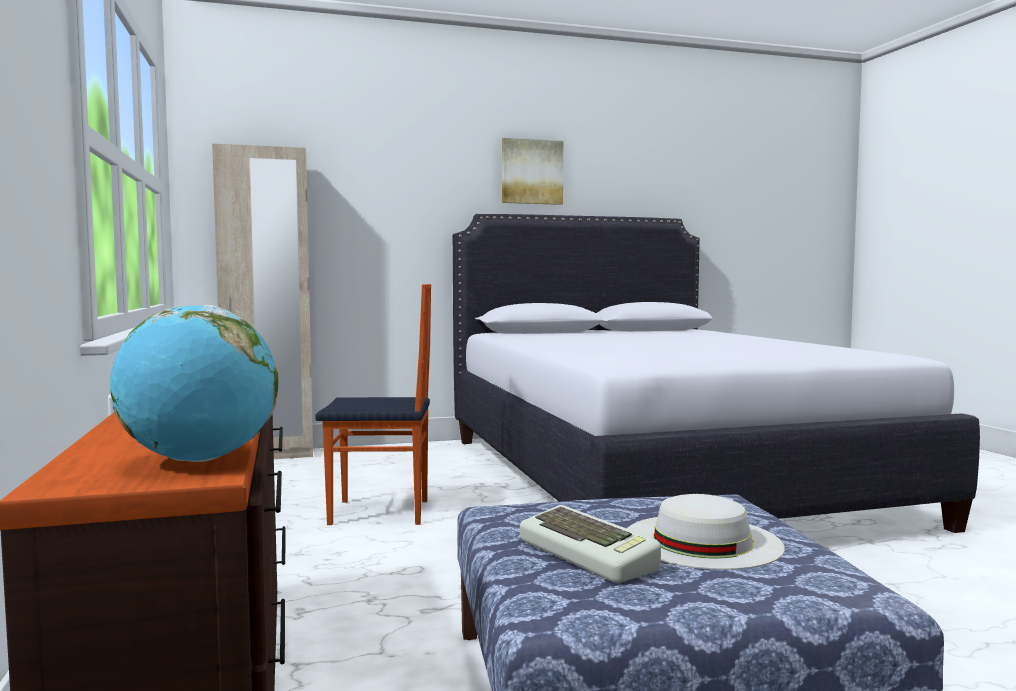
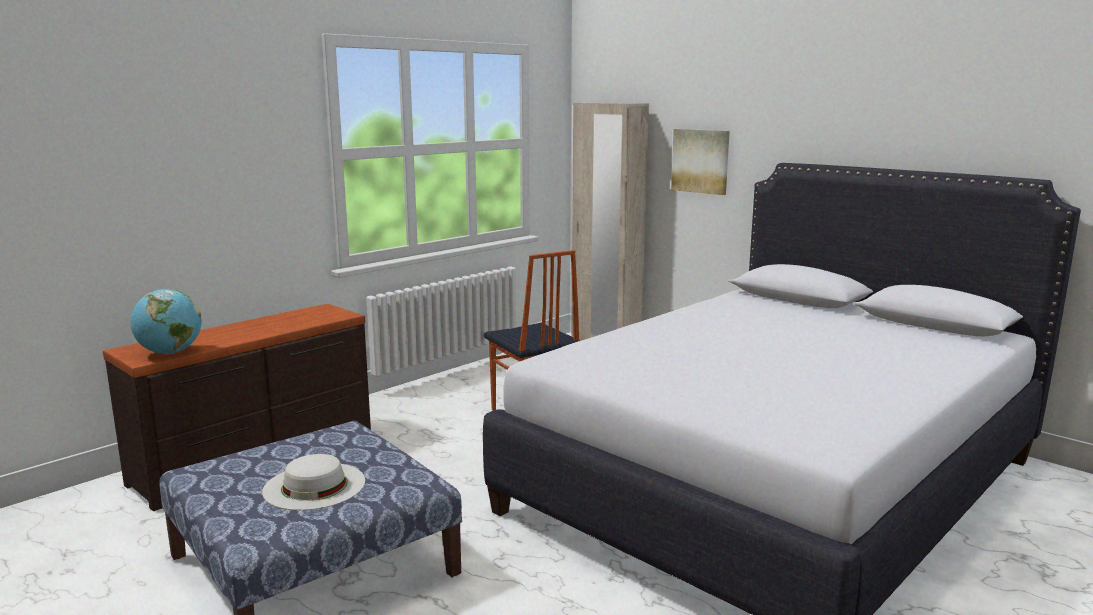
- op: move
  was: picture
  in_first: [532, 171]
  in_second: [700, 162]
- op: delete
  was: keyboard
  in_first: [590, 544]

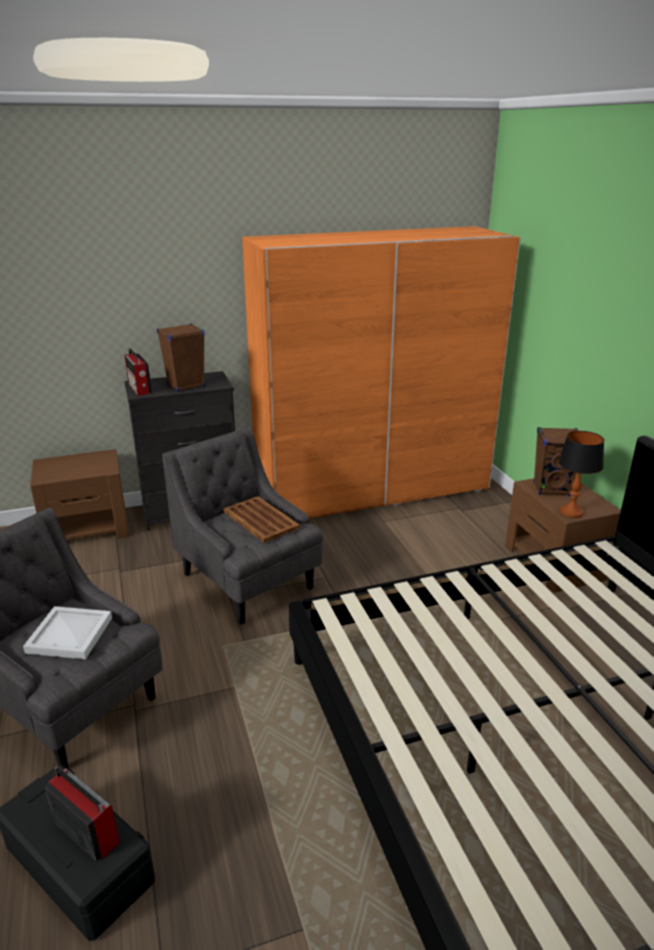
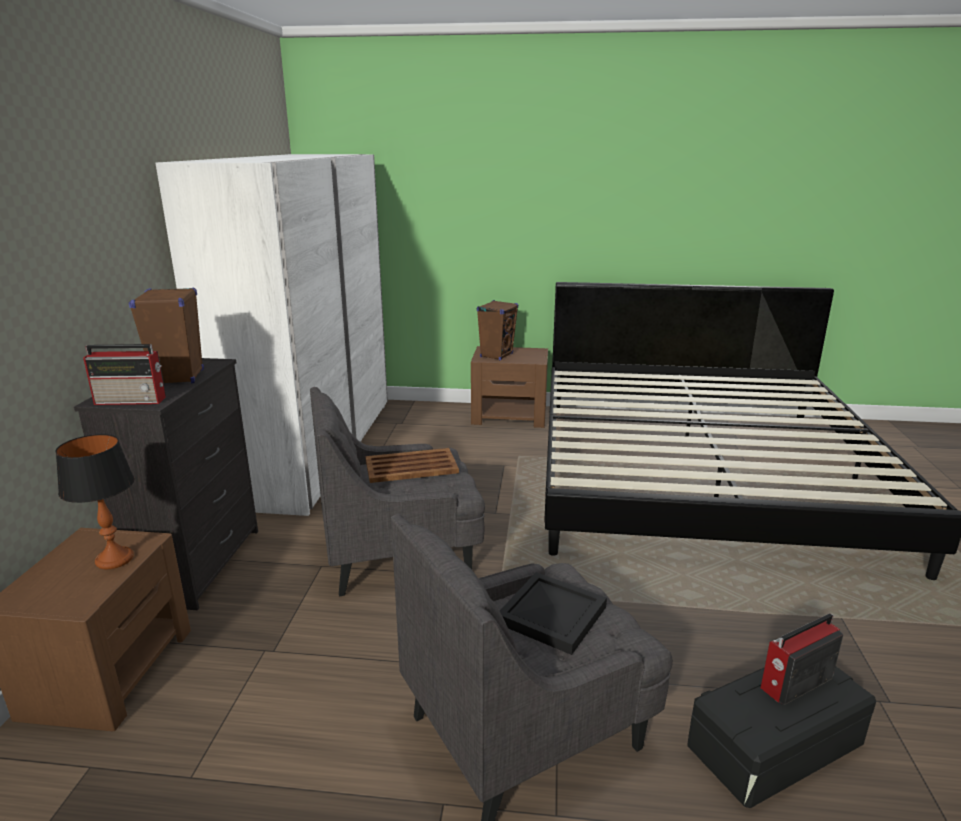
- op: move
  was: table lamp
  in_first: [581, 474]
  in_second: [94, 501]
- op: recolor
  was: wardrobe (orange)
  now: wardrobe (white)
  in_first: [381, 372]
  in_second: [272, 335]
- op: recolor
  was: tray (white)
  now: tray (black)
  in_first: [67, 632]
  in_second: [553, 613]

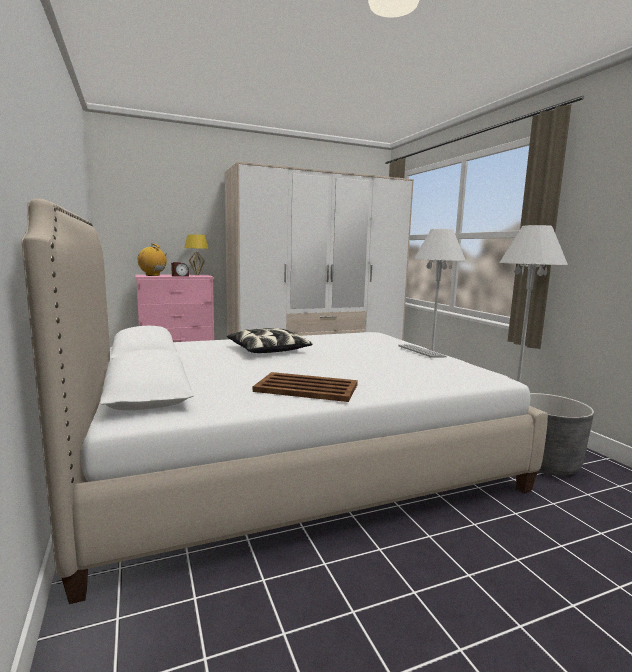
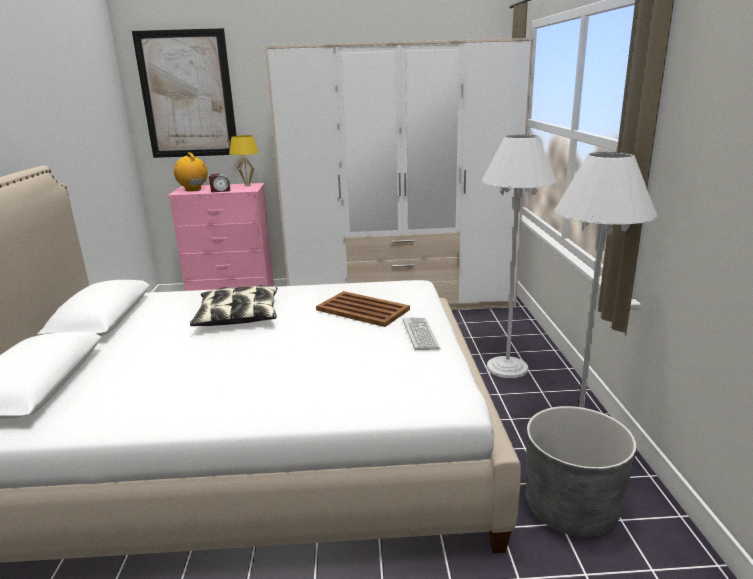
- op: insert
  now: picture
  in_second: [184, 93]
- op: move
  was: tray (brown)
  in_first: [305, 387]
  in_second: [363, 309]

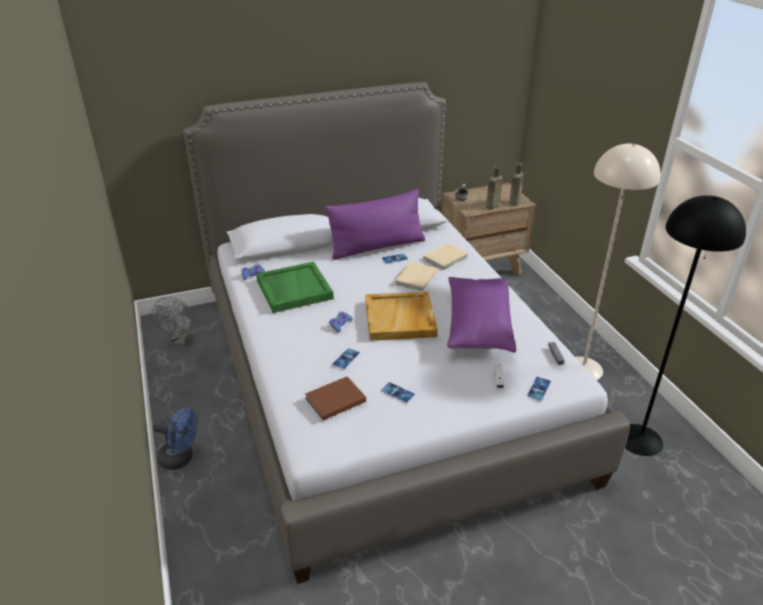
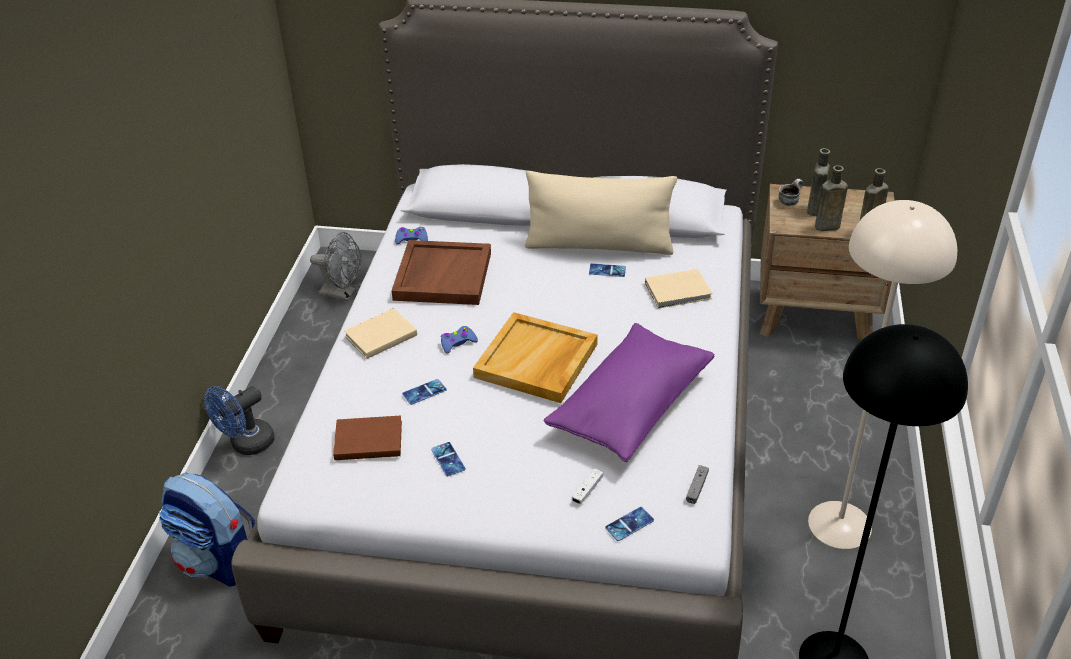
- op: insert
  now: backpack
  in_second: [207, 530]
- op: rotate
  was: fan (blue)
  in_first: [175, 439]
  in_second: [239, 420]
  clockwise: 90
- op: rotate
  was: fan (grey)
  in_first: [173, 320]
  in_second: [335, 266]
  clockwise: -105
- op: move
  was: book (beige)
  in_first: [416, 276]
  in_second: [380, 333]
- op: recolor
  was: tray (green)
  now: tray (brown)
  in_first: [295, 287]
  in_second: [441, 272]
- op: recolor
  was: pillow (purple)
  now: pillow (beige)
  in_first: [375, 224]
  in_second: [601, 213]
- op: insert
  now: bottle (brown)
  in_second: [818, 182]

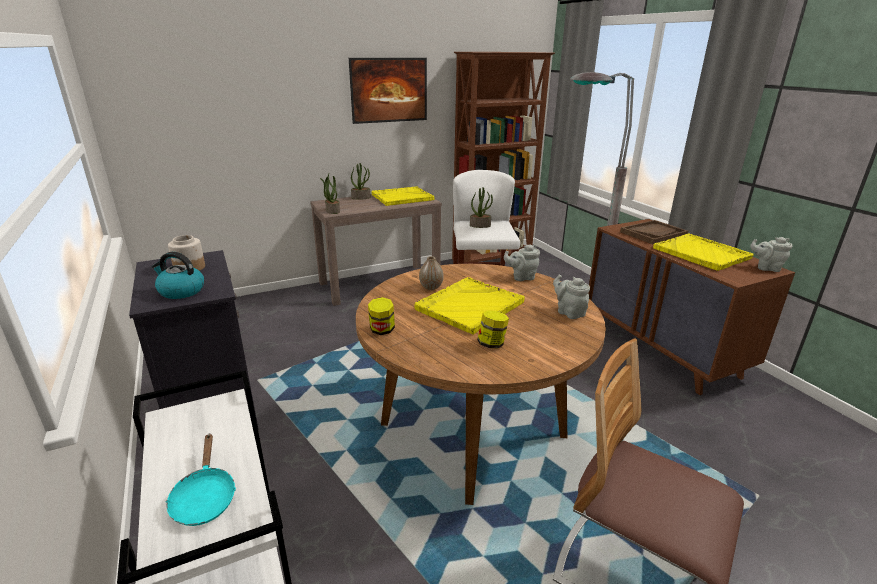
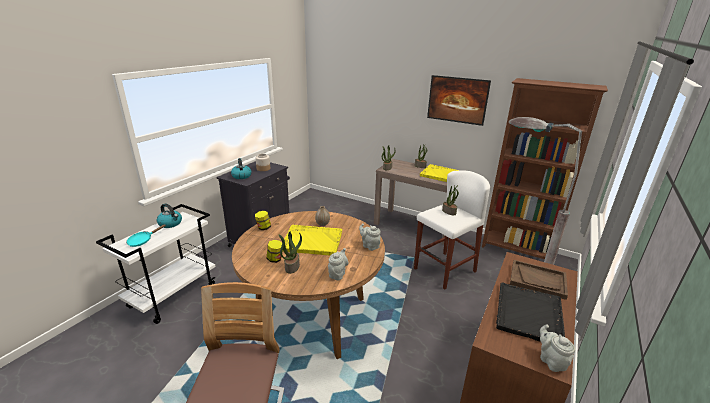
- op: insert
  now: kettle
  in_second: [169, 215]
- op: insert
  now: potted plant
  in_second: [290, 253]
- op: recolor
  was: tray (yellow)
  now: tray (black)
  in_first: [703, 252]
  in_second: [530, 312]

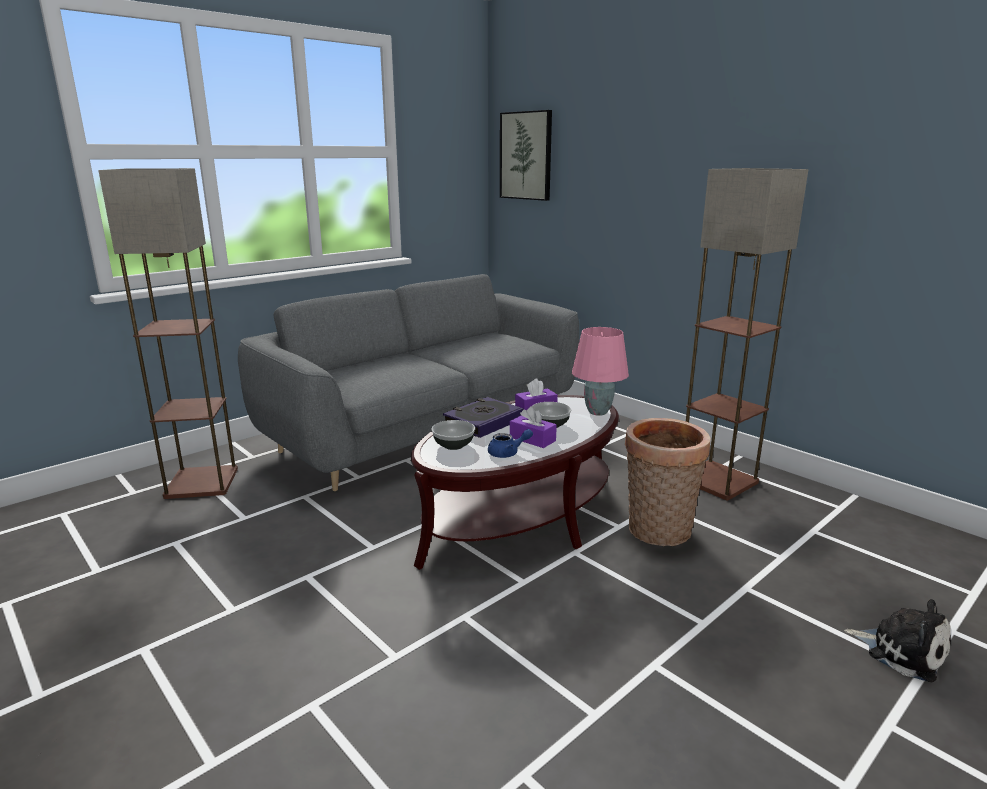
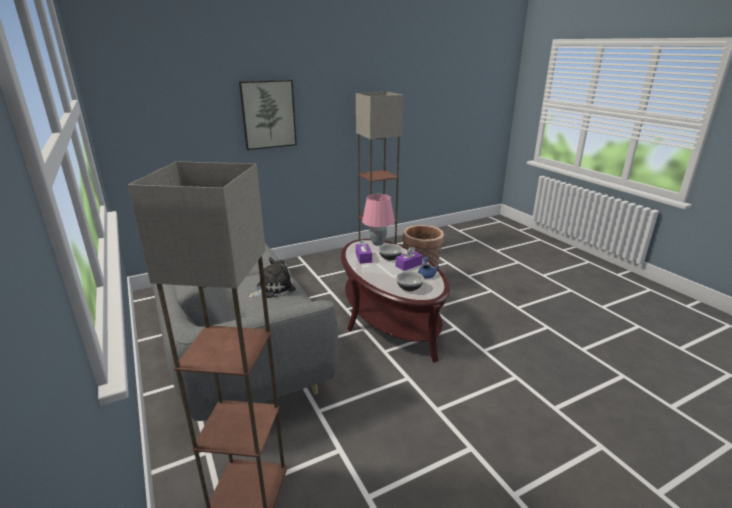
- op: move
  was: picture
  in_first: [526, 155]
  in_second: [268, 115]
- op: move
  was: plush toy
  in_first: [897, 640]
  in_second: [271, 277]
- op: delete
  was: book
  in_first: [483, 417]

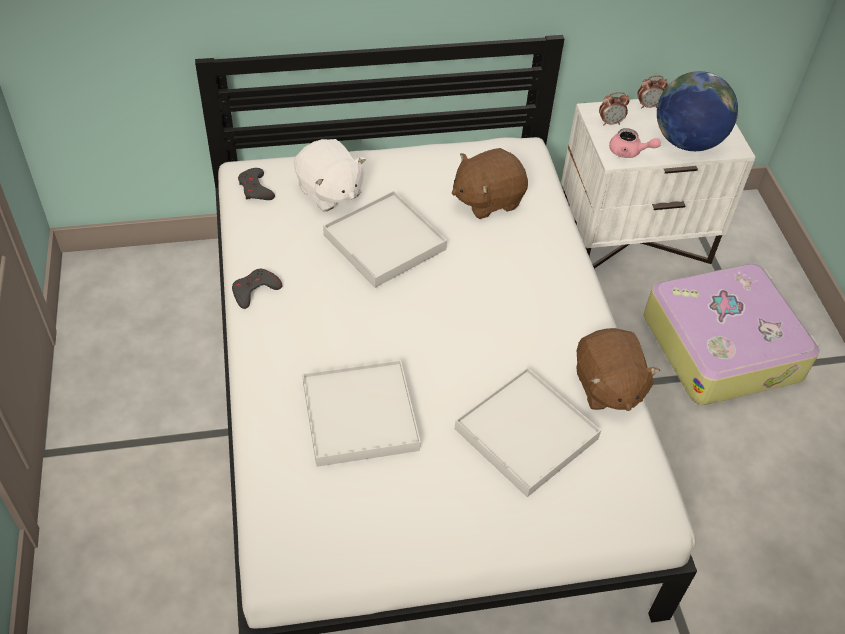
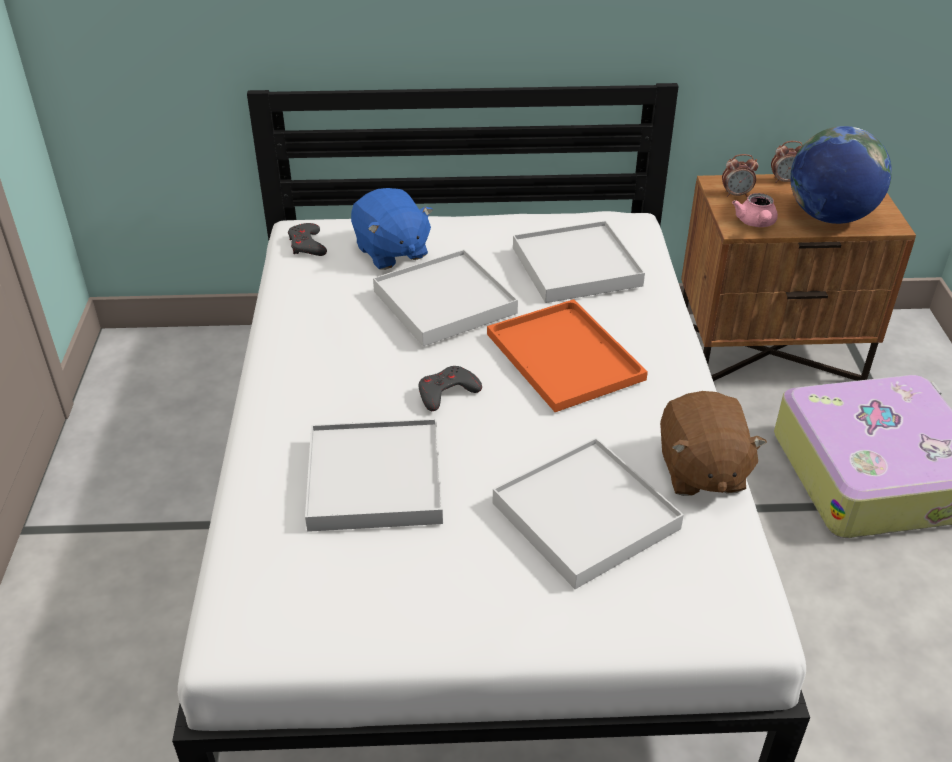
- op: recolor
  was: plush toy (white)
  now: plush toy (blue)
  in_first: [330, 175]
  in_second: [392, 229]
- op: move
  was: game controller (grey)
  in_first: [257, 289]
  in_second: [450, 388]
- op: insert
  now: tray (orange)
  in_second: [567, 355]
- op: replace
  was: plush toy (brown)
  now: tray (white)
  in_first: [490, 183]
  in_second: [579, 262]
- op: recolor
  was: nightstand (white)
  now: nightstand (brown)
  in_first: [658, 183]
  in_second: [798, 277]
- op: rotate
  was: teapot (pink)
  in_first: [635, 143]
  in_second: [755, 210]
  clockwise: 60

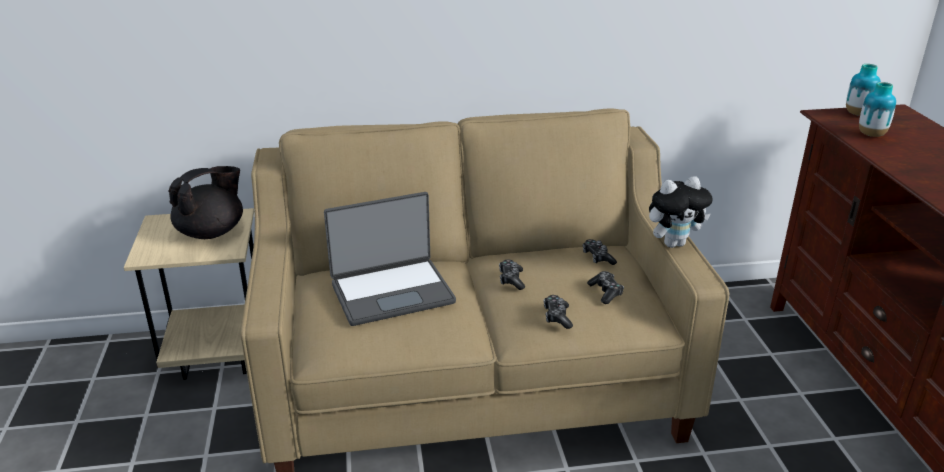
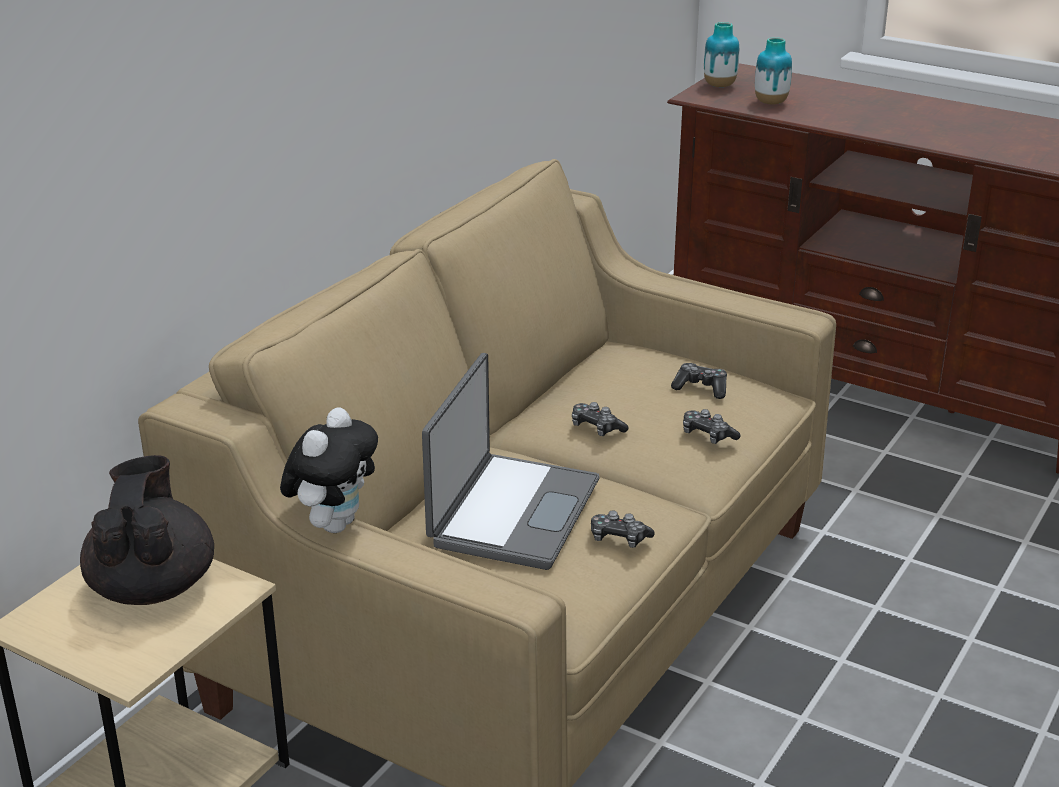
- op: move
  was: plush toy
  in_first: [680, 212]
  in_second: [329, 470]
- op: move
  was: game controller
  in_first: [600, 252]
  in_second: [623, 529]

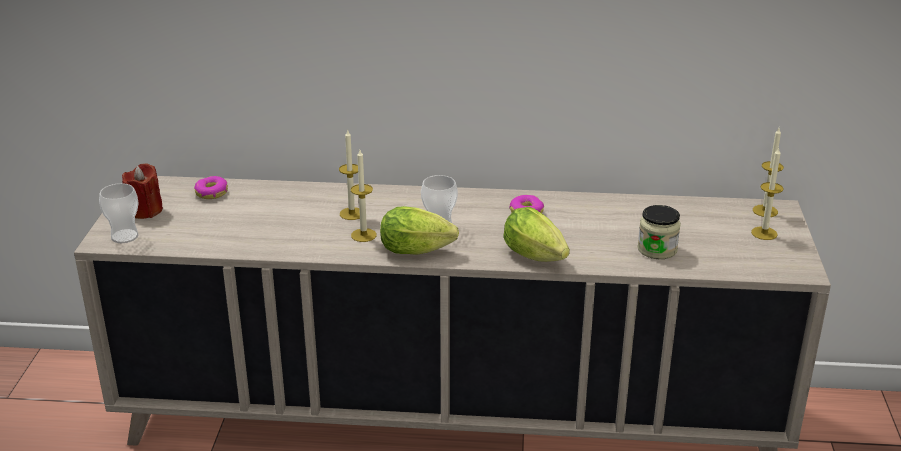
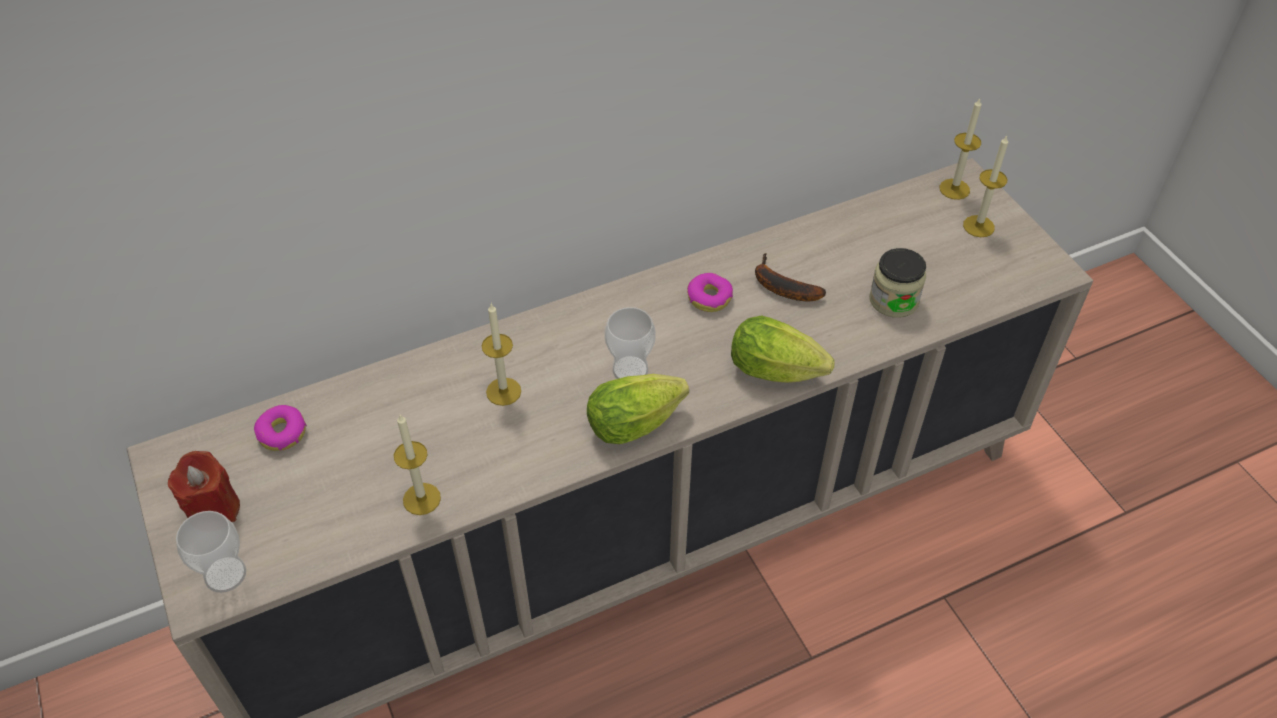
- op: move
  was: candle
  in_first: [364, 196]
  in_second: [417, 465]
- op: insert
  now: banana
  in_second: [790, 277]

